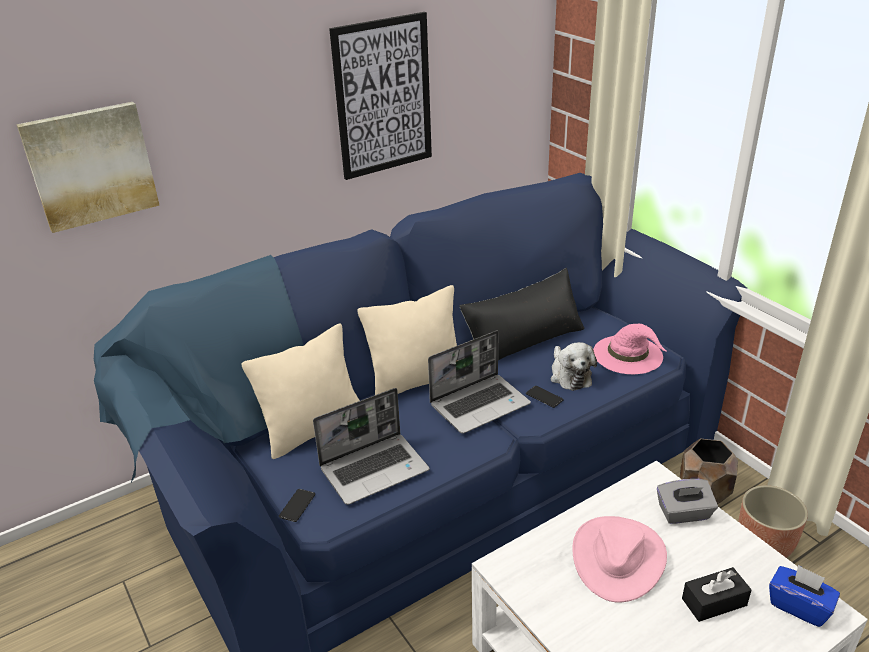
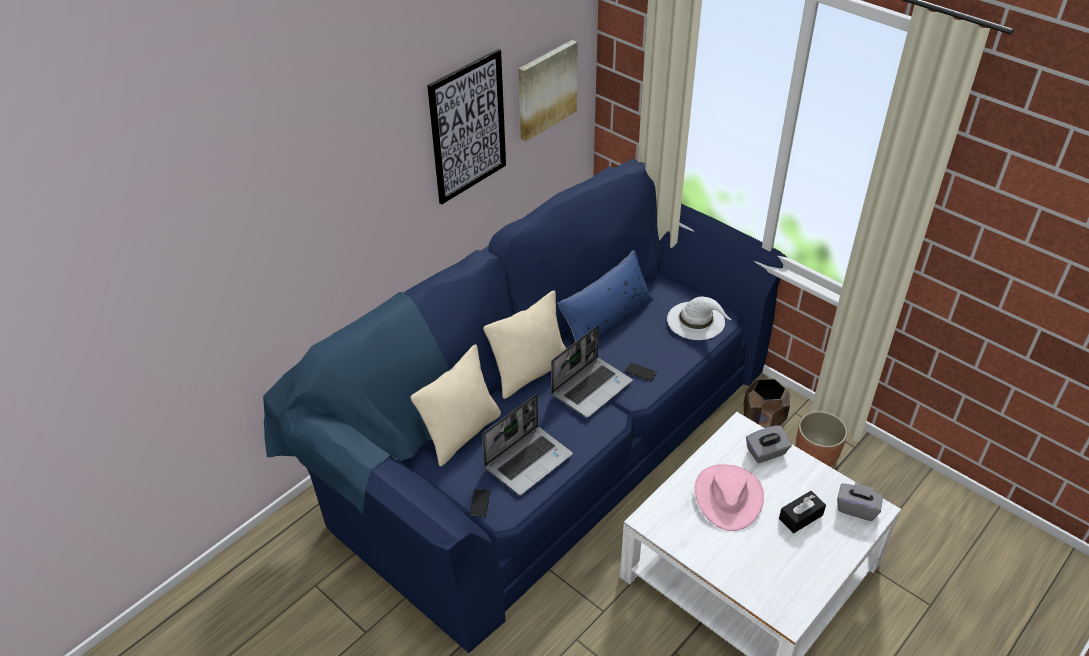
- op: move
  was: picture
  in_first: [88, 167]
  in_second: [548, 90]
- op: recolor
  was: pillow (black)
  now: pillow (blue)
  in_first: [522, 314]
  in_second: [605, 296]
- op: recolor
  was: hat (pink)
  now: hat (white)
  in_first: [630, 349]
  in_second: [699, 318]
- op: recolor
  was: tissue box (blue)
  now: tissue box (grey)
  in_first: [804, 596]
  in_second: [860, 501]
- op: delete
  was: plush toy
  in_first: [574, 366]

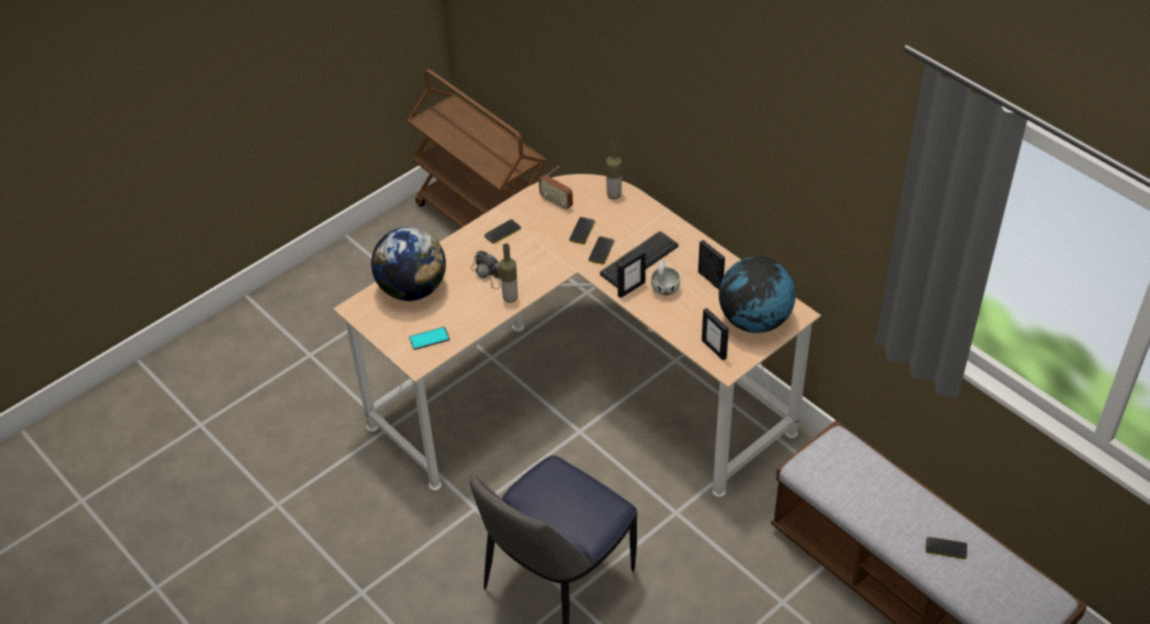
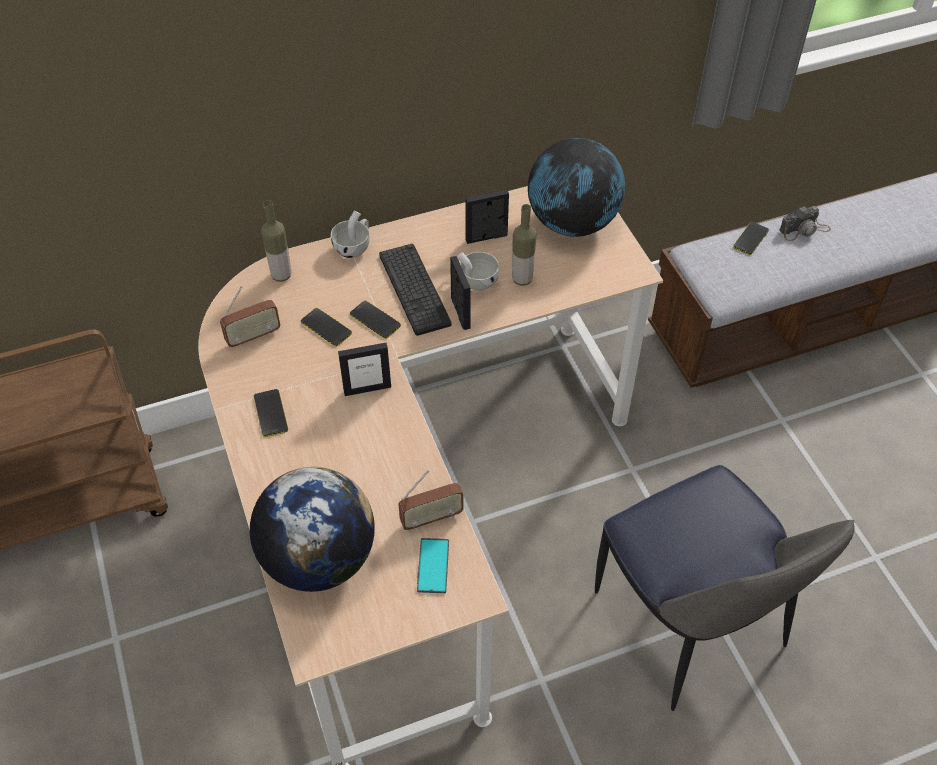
- op: insert
  now: cup (white)
  in_second: [350, 234]
- op: move
  was: picture frame
  in_first: [715, 334]
  in_second: [364, 369]
- op: insert
  now: radio
  in_second: [431, 500]
- op: move
  was: bottle
  in_first: [508, 273]
  in_second: [524, 245]
- op: move
  was: phone
  in_first: [946, 548]
  in_second: [751, 238]
- op: move
  was: photo camera
  in_first: [486, 269]
  in_second: [805, 223]

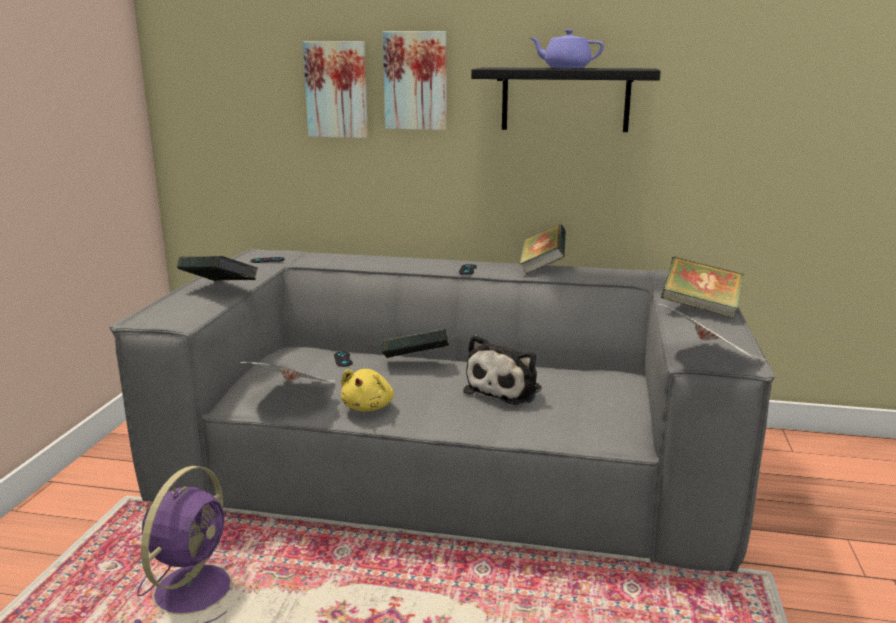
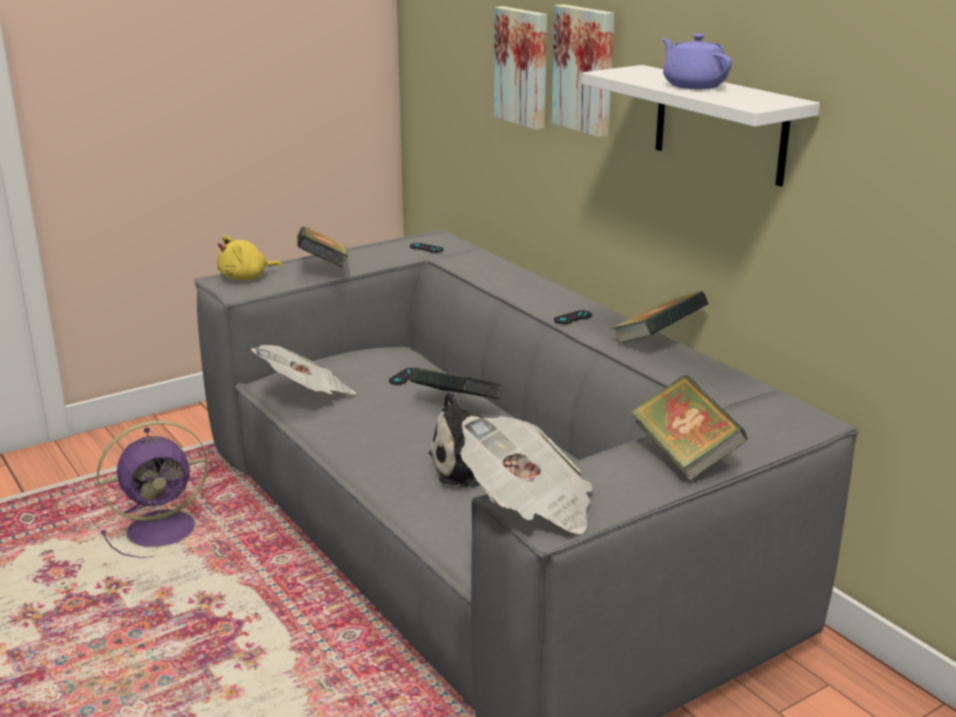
- op: move
  was: plush toy (yellow)
  in_first: [367, 390]
  in_second: [250, 257]
- op: recolor
  was: shelf (black)
  now: shelf (white)
  in_first: [566, 99]
  in_second: [701, 126]

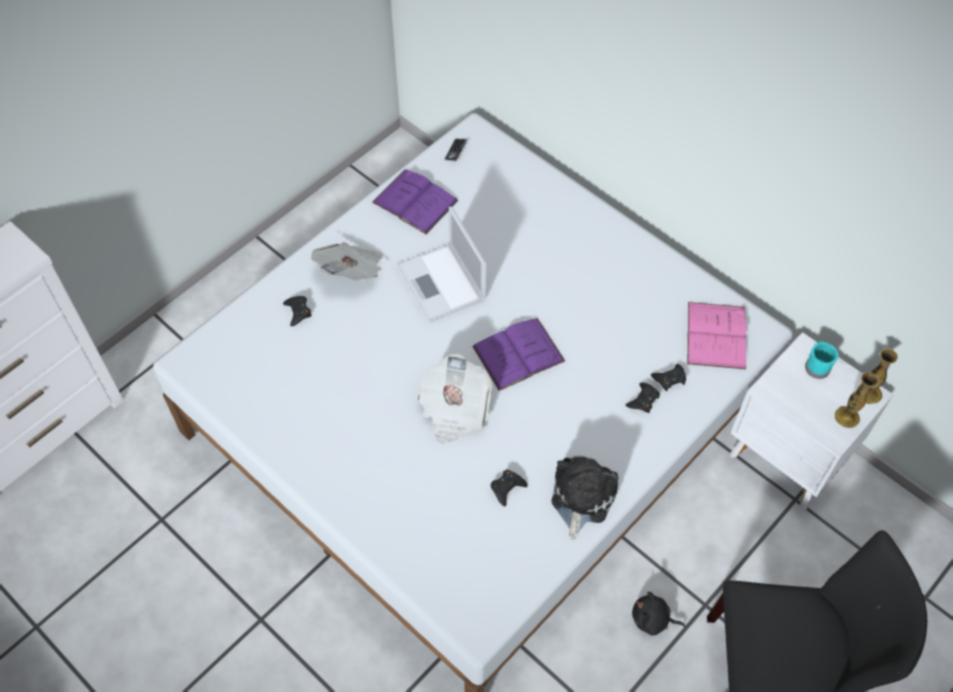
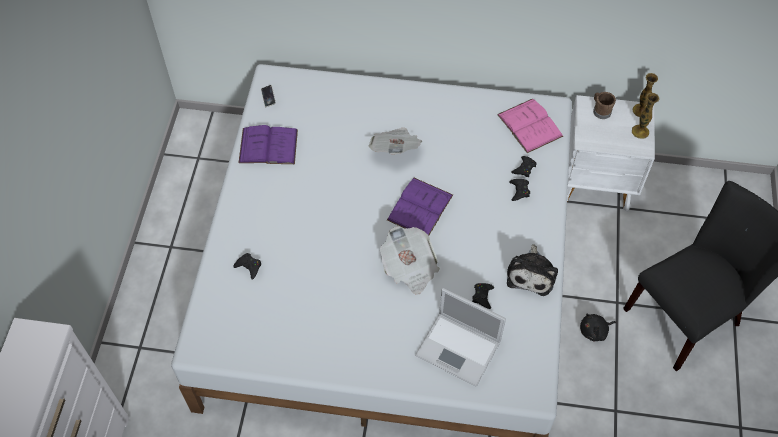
- op: move
  was: newspaper
  in_first: [347, 261]
  in_second: [395, 141]
- op: move
  was: laptop
  in_first: [442, 264]
  in_second: [460, 337]
- op: rotate
  was: plush toy
  in_first: [584, 497]
  in_second: [532, 270]
  clockwise: -150
- op: recolor
  was: mug (turquoise)
  now: mug (brown)
  in_first: [821, 359]
  in_second: [604, 105]

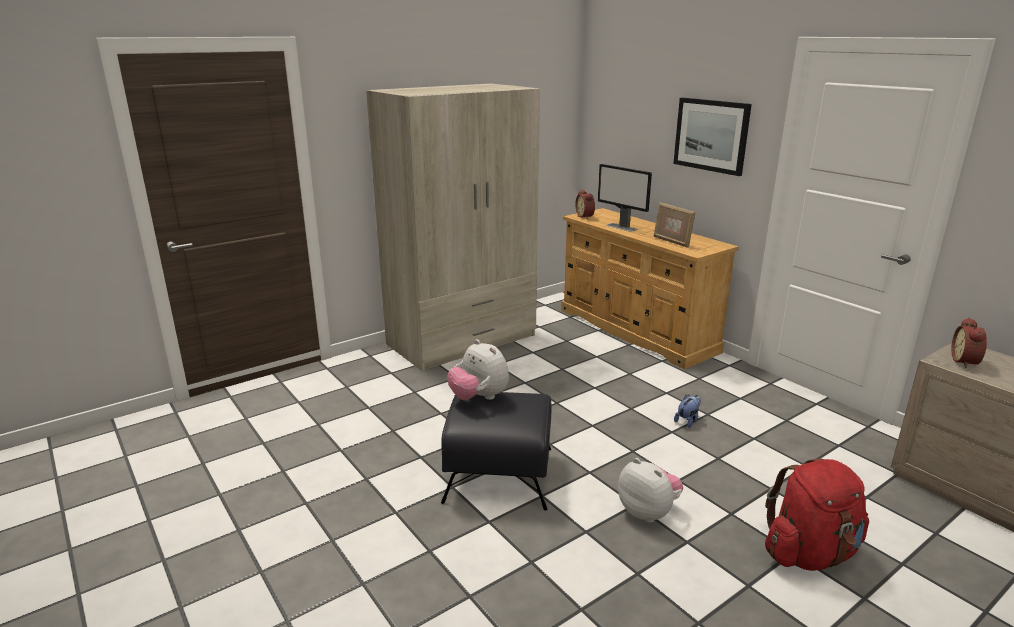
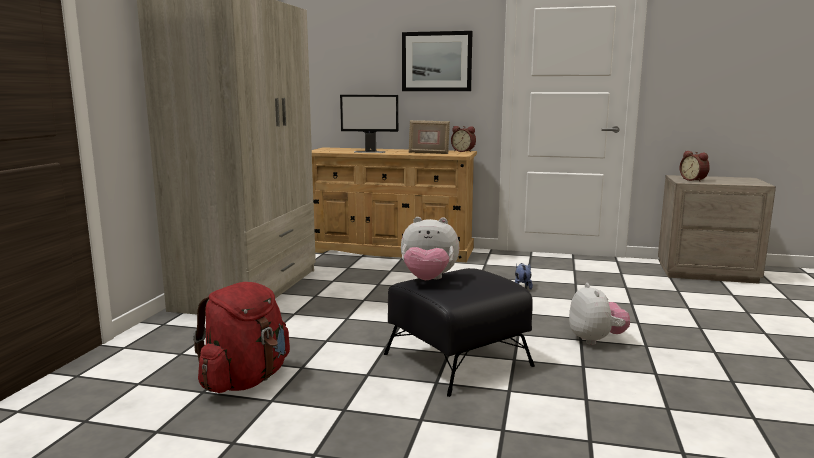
- op: move
  was: backpack (red)
  in_first: [817, 514]
  in_second: [241, 337]
- op: move
  was: alarm clock
  in_first: [585, 204]
  in_second: [463, 139]
- op: rotate
  was: plush toy
  in_first: [650, 490]
  in_second: [599, 314]
  clockwise: 75

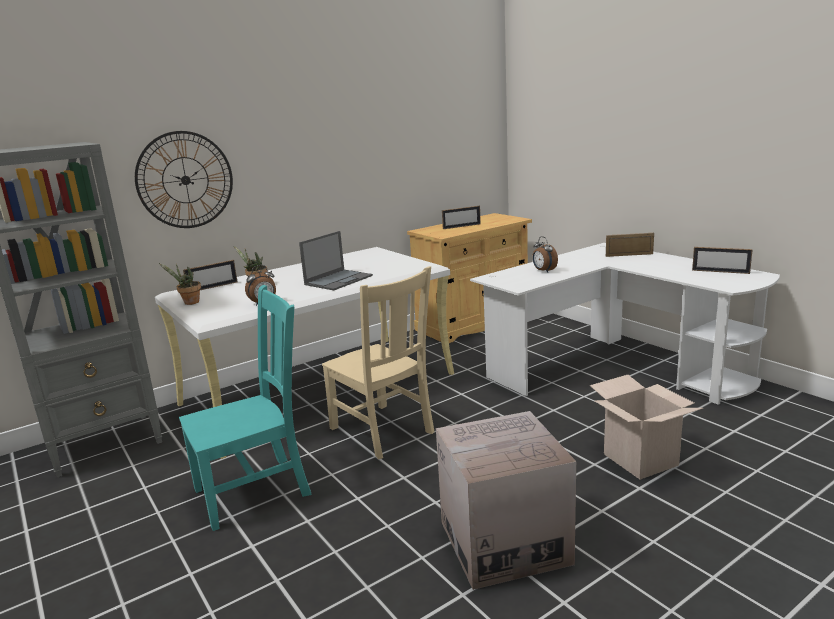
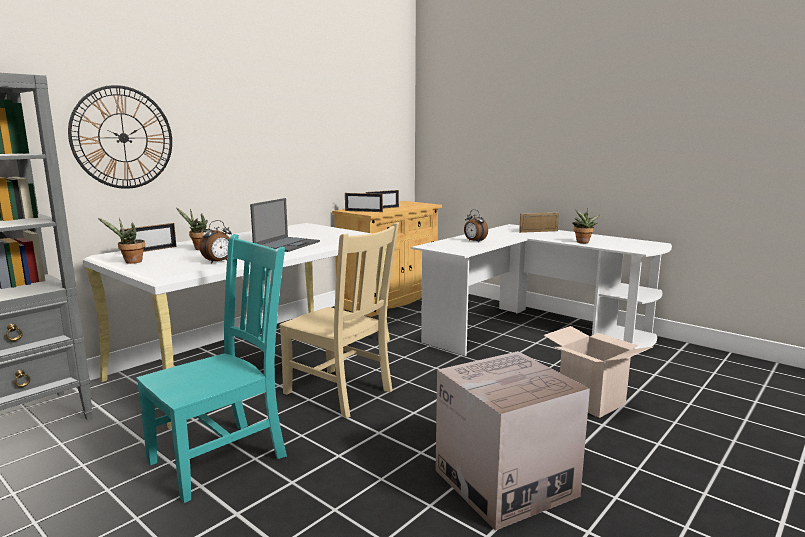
- op: move
  was: picture frame
  in_first: [722, 260]
  in_second: [364, 202]
- op: insert
  now: potted plant
  in_second: [586, 226]

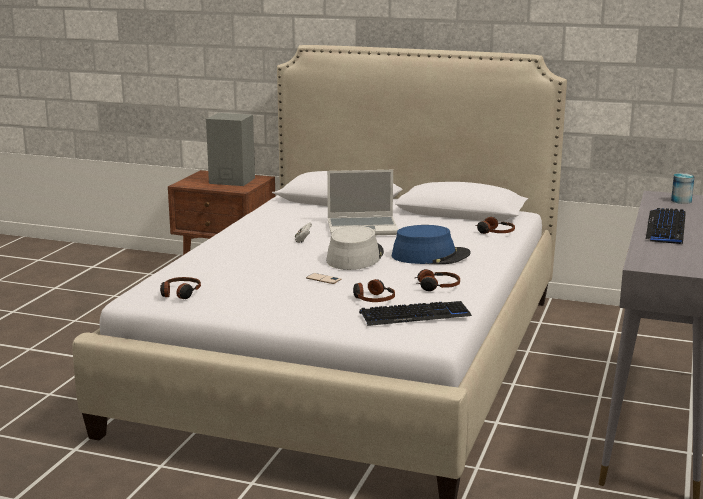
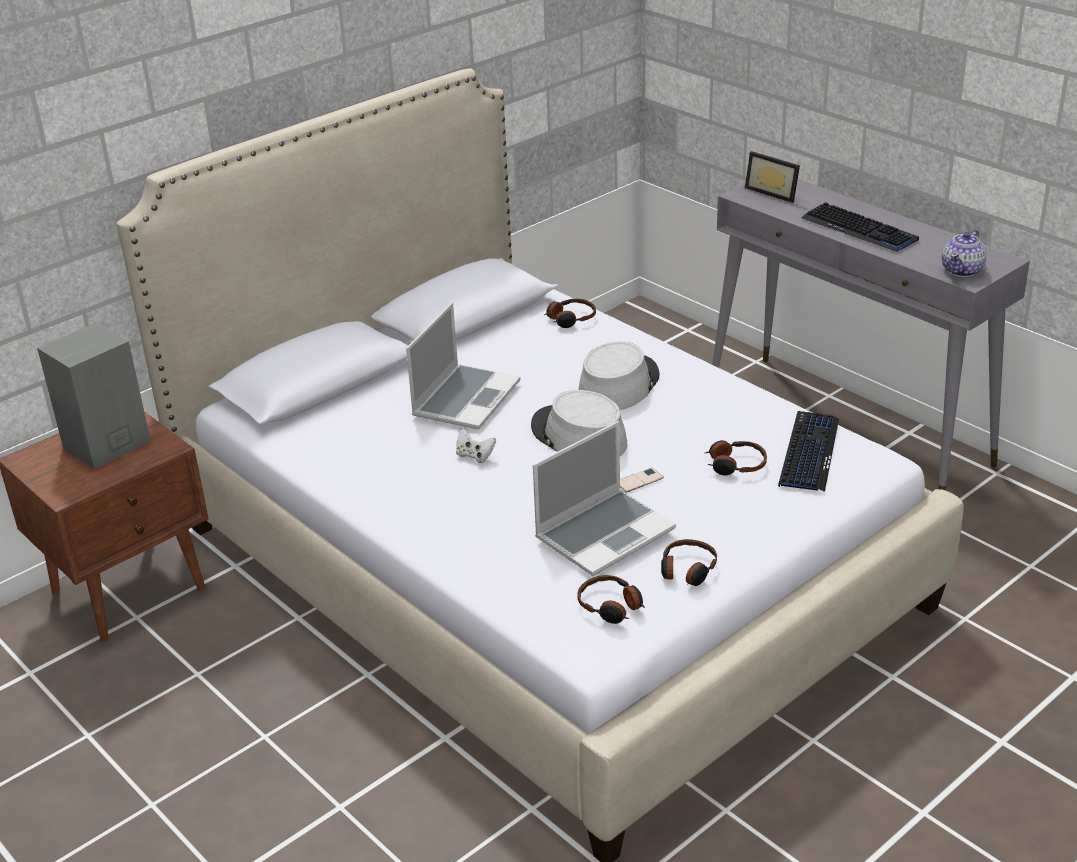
- op: insert
  now: laptop
  in_second: [604, 498]
- op: recolor
  was: hat (blue)
  now: hat (grey)
  in_first: [431, 244]
  in_second: [619, 376]
- op: move
  was: headphones
  in_first: [437, 280]
  in_second: [689, 562]
- op: replace
  was: can
  now: picture frame
  in_first: [682, 188]
  in_second: [772, 177]
- op: insert
  now: teapot
  in_second: [964, 253]

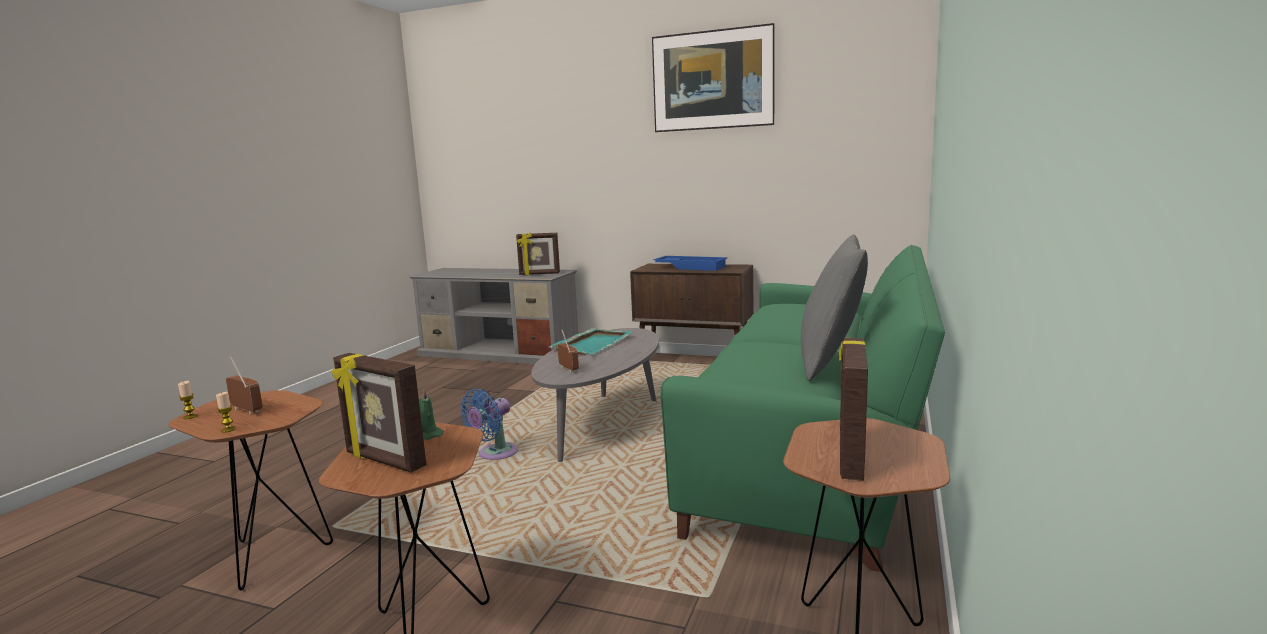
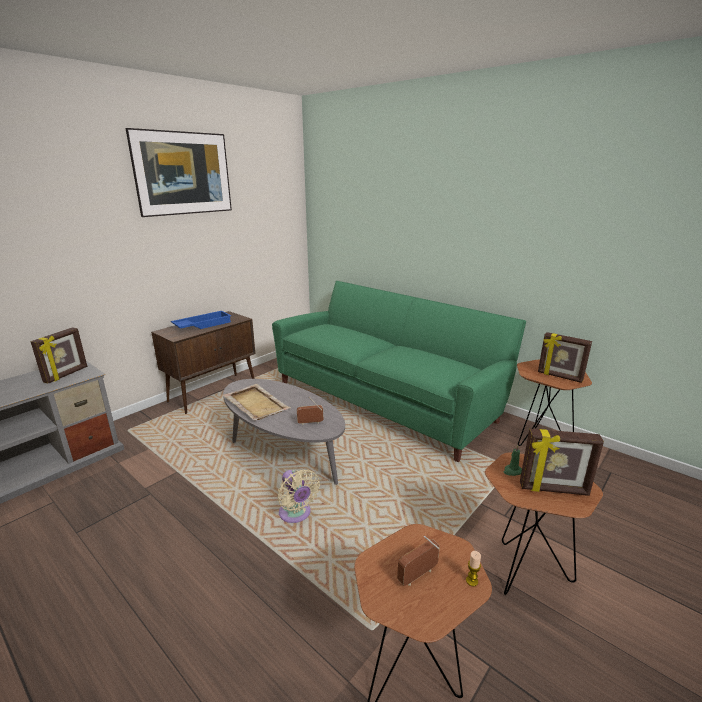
- op: recolor
  was: tray (turquoise)
  now: tray (beige)
  in_first: [590, 341]
  in_second: [257, 402]
- op: recolor
  was: fan (blue)
  now: fan (beige)
  in_first: [489, 424]
  in_second: [298, 496]
- op: rotate
  was: picture frame
  in_first: [379, 413]
  in_second: [562, 462]
  clockwise: 45
- op: delete
  was: candle
  in_first: [188, 400]
- op: delete
  was: pillow (grey)
  in_first: [834, 307]

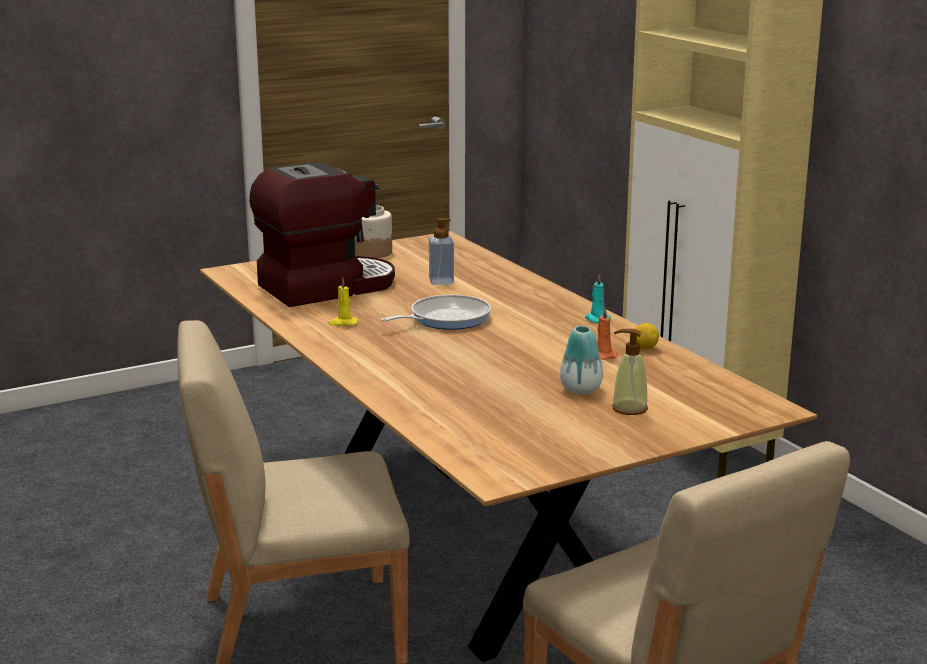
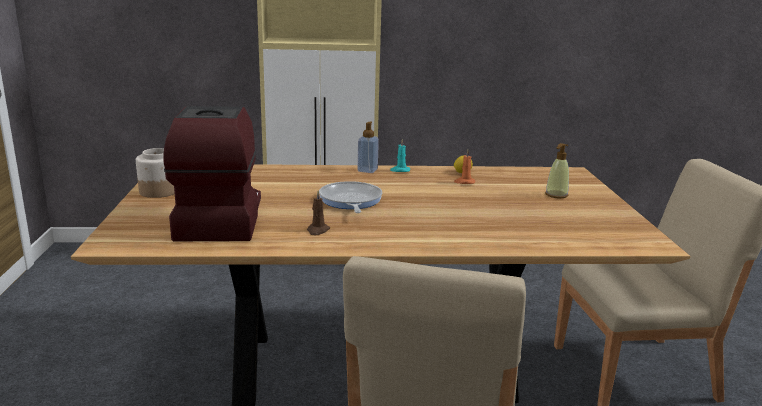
- op: recolor
  was: candle (yellow)
  now: candle (brown)
  in_first: [343, 302]
  in_second: [318, 213]
- op: move
  was: soap dispenser
  in_first: [441, 251]
  in_second: [368, 147]
- op: delete
  was: vase
  in_first: [581, 360]

